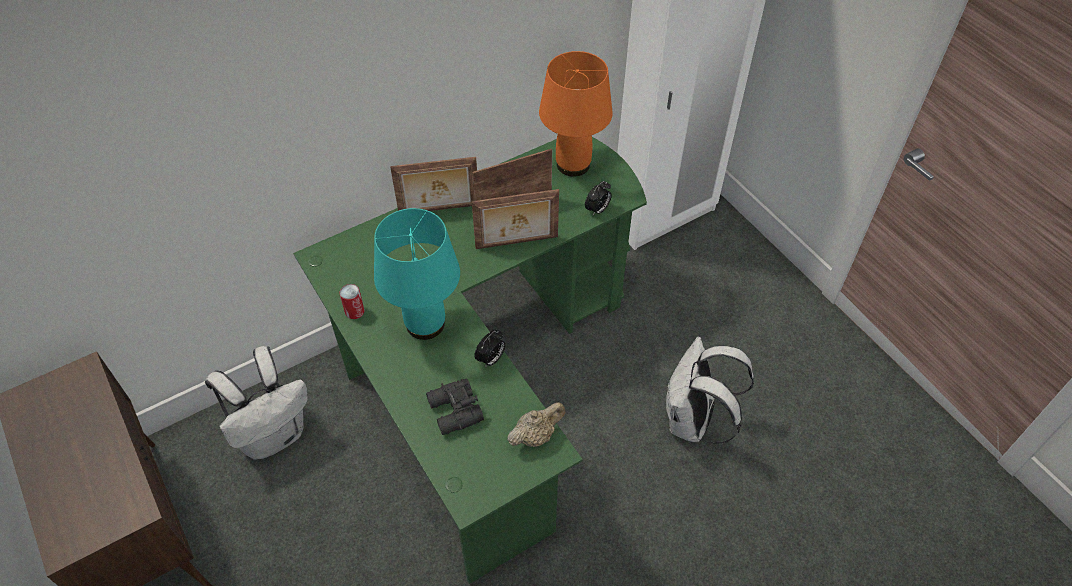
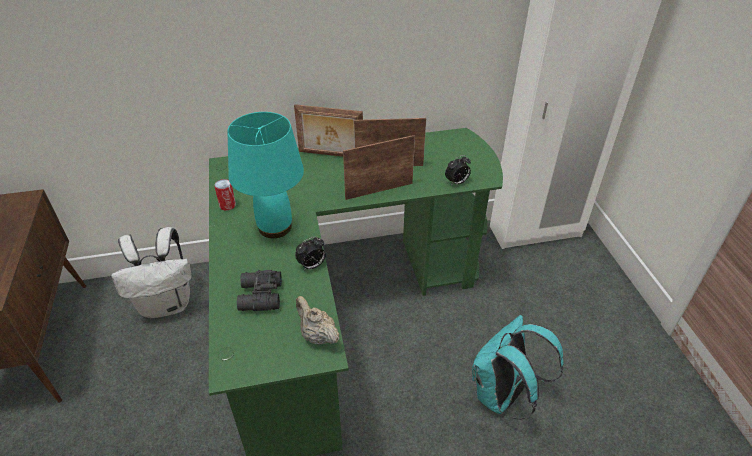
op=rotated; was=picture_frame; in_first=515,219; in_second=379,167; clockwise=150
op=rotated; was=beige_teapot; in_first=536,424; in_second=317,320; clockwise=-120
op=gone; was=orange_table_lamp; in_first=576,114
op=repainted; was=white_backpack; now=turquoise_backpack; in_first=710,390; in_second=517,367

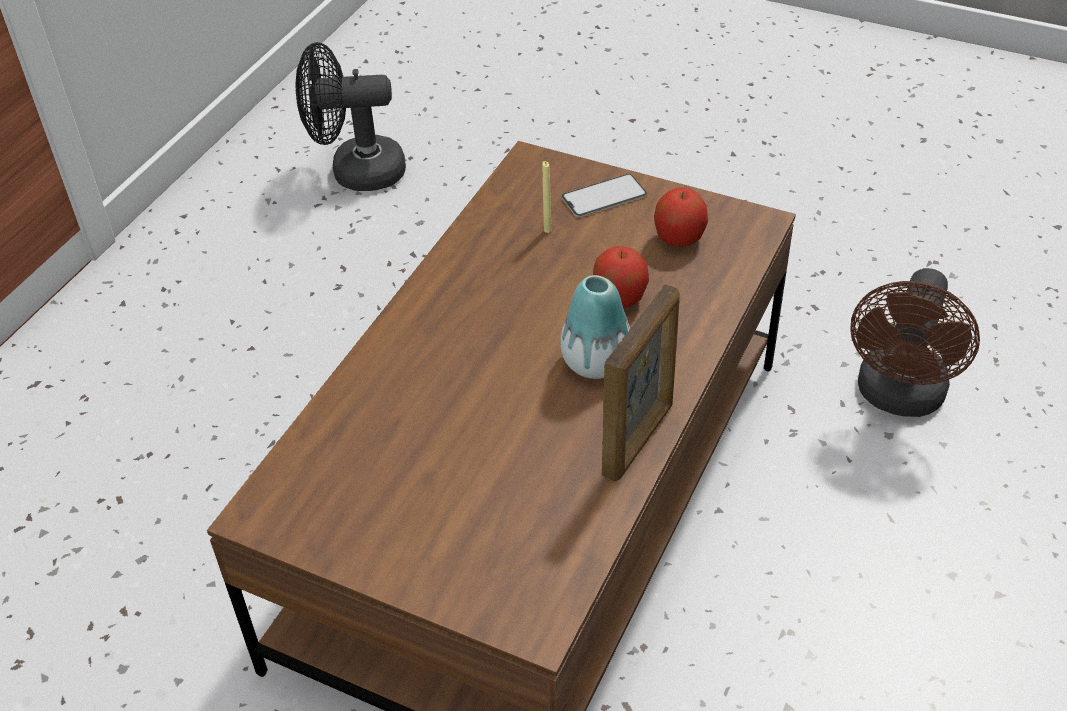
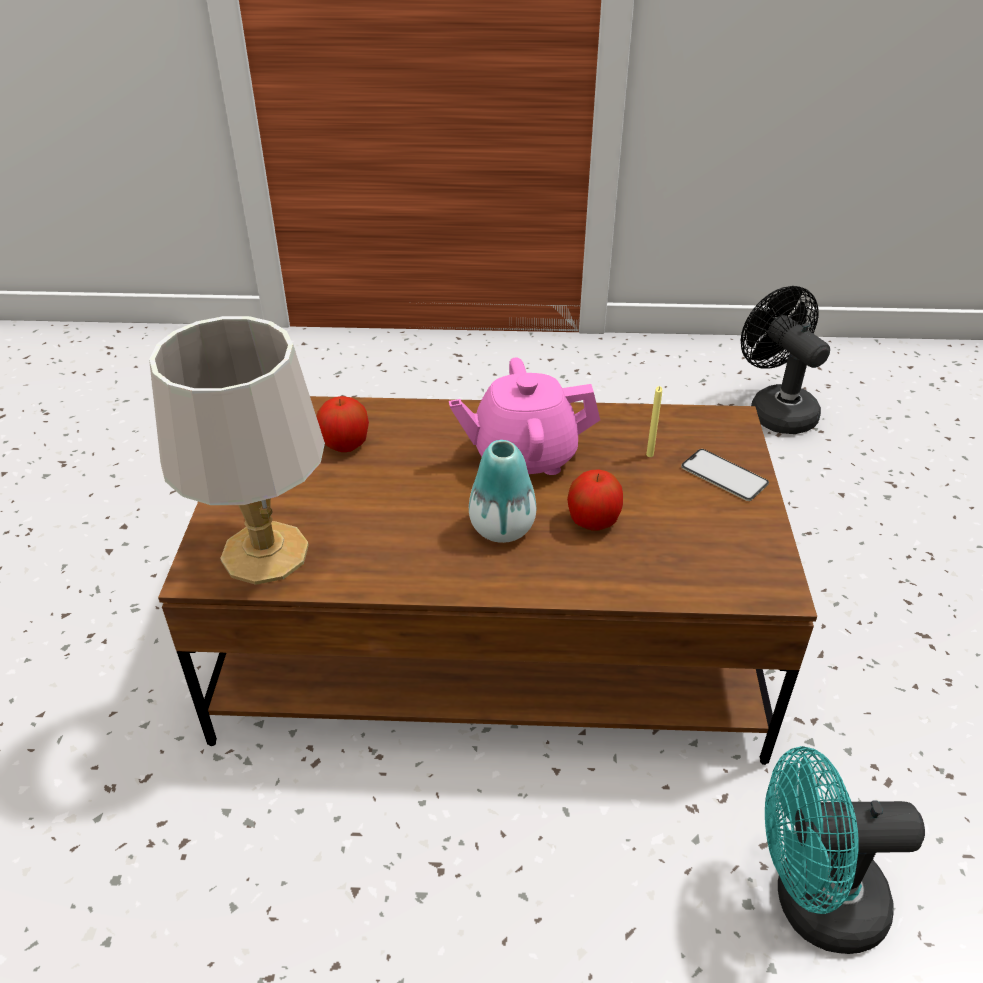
op=gone; was=picture_frame; in_first=641,382
op=shifted; was=apple; in_first=681,217; in_second=343,424
op=repainted; was=brown_fan; now=turquoise_fan; in_first=915,342; in_second=845,850
op=new; now=grey_table_lamp; in_second=237,450
op=new; now=pink_teapot; in_second=524,416

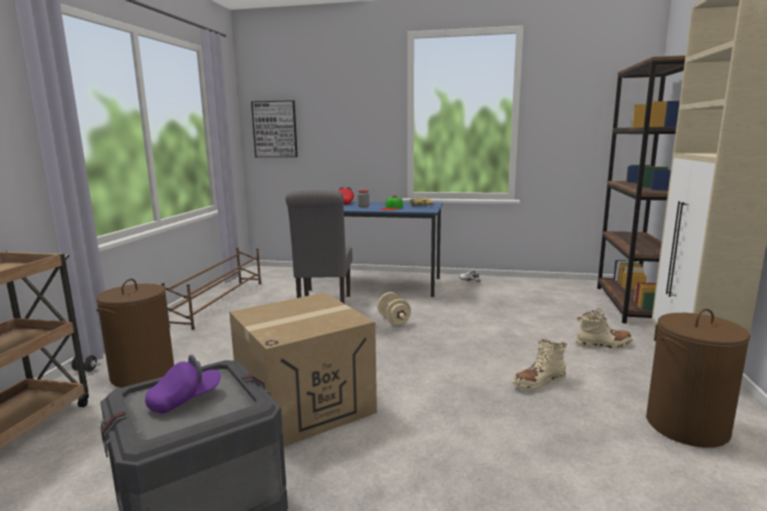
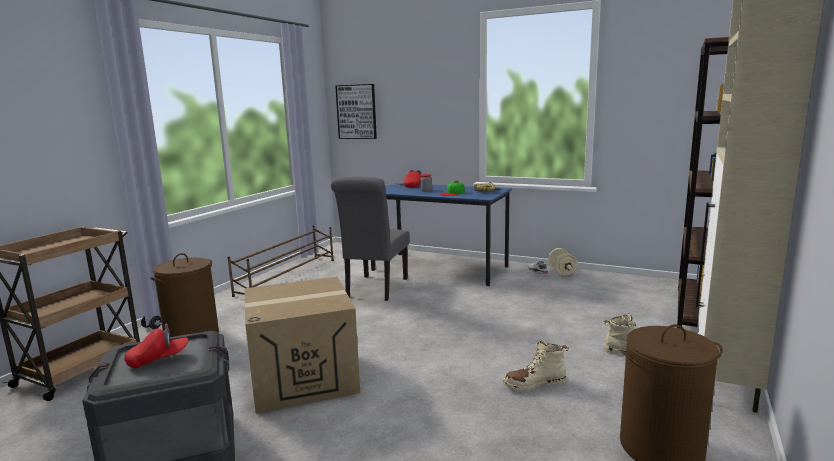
op=repainted; was=purple_cap; now=red_cap; in_first=183,384; in_second=156,346
op=shifted; was=beige_dumbbell; in_first=394,308; in_second=562,262

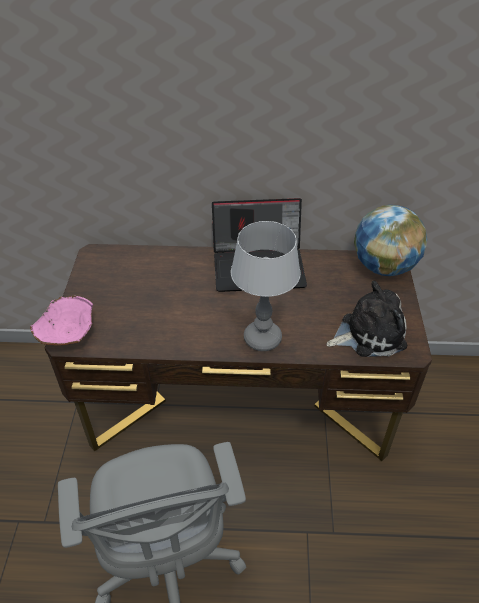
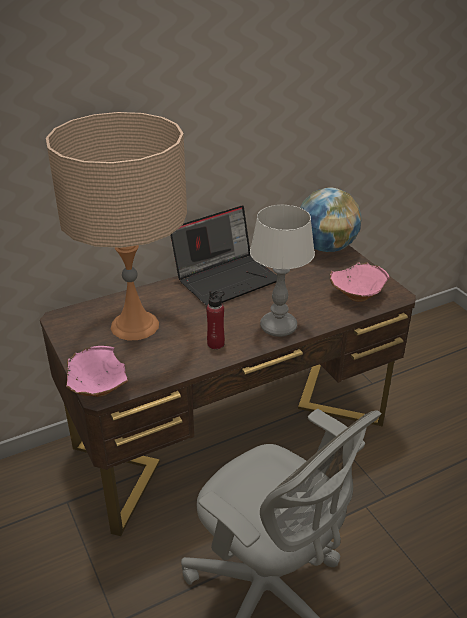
op=swapped; was=plush_toy; now=pink_bowl; in_first=366,319; in_second=360,282
op=new; now=beige_table_lamp; in_second=116,226
op=new; now=red_bottle; in_second=215,320

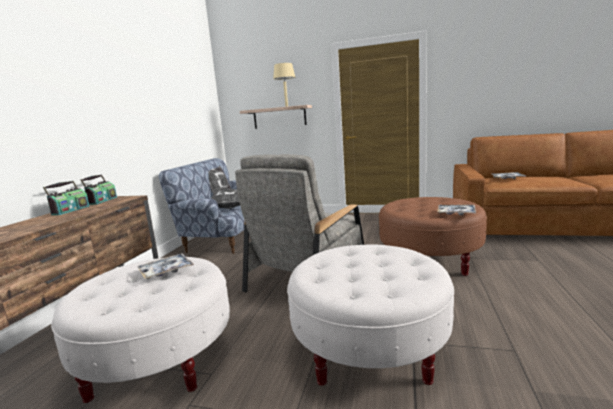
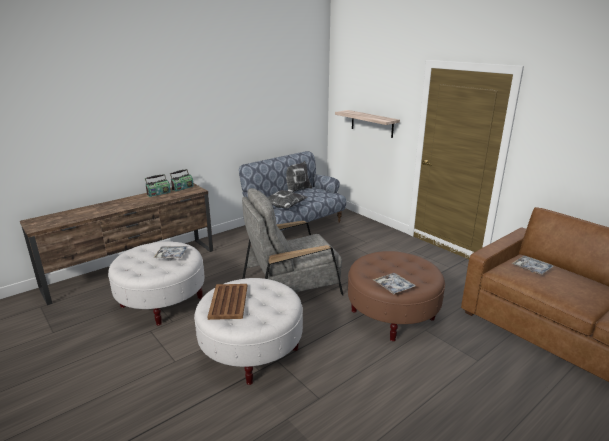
op=gone; was=beige_table_lamp; in_first=284,85
op=new; now=brown_tray; in_second=227,302

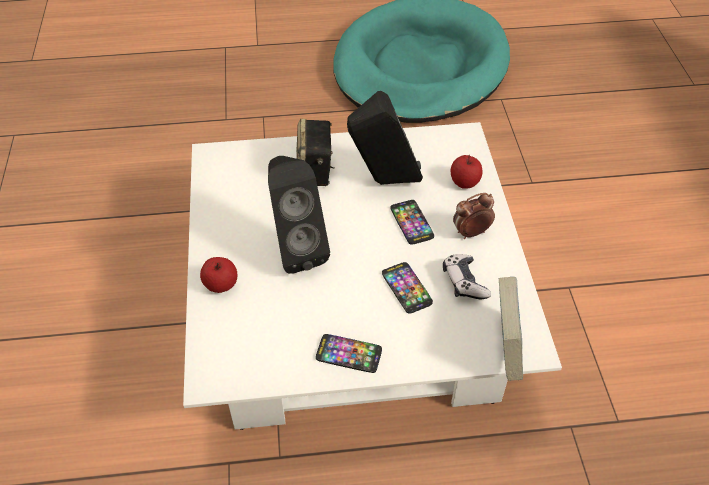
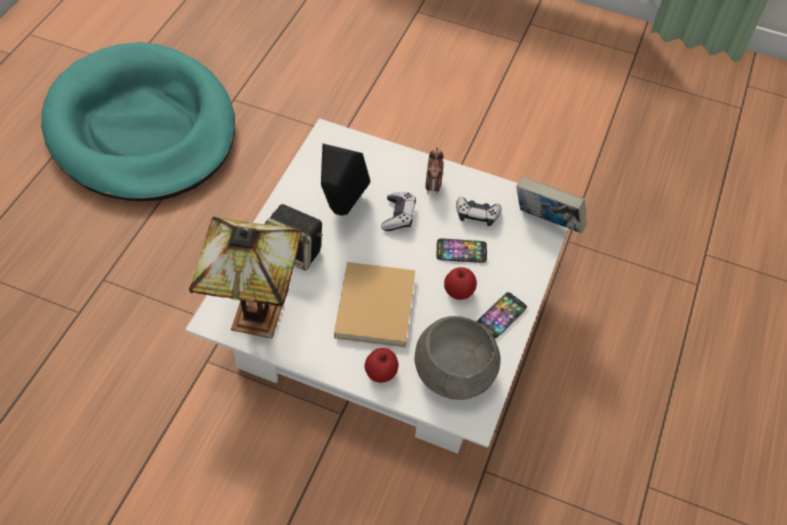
op=swapped; was=black_speaker; now=beige_book; in_first=299,215; in_second=374,304
op=swapped; was=phone; now=game_controller; in_first=412,222; in_second=398,211
op=shifted; was=apple; in_first=467,171; in_second=460,283
op=new; now=table_lamp; in_second=245,277
op=new; now=grey_bowl; in_second=458,358

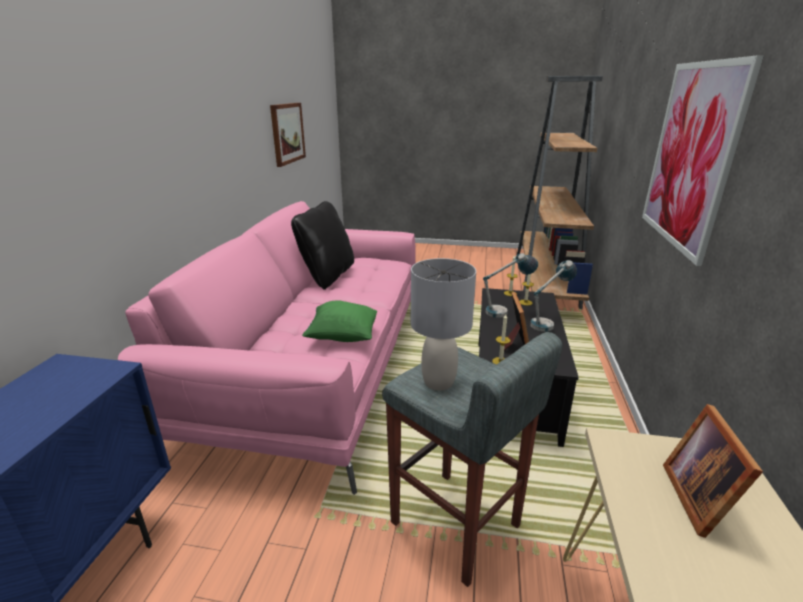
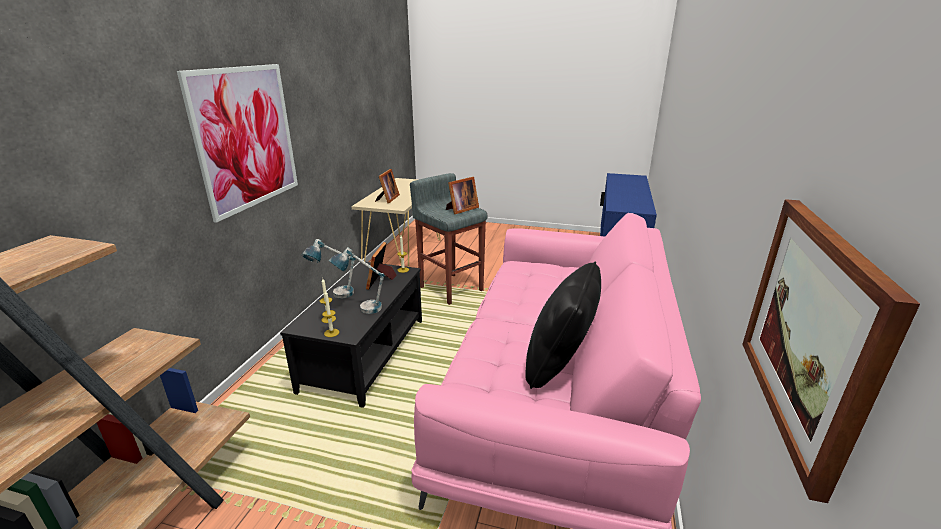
op=gone; was=green_pillow; in_first=339,321
op=swapped; was=grey_table_lamp; now=picture_frame; in_first=443,324; in_second=462,195

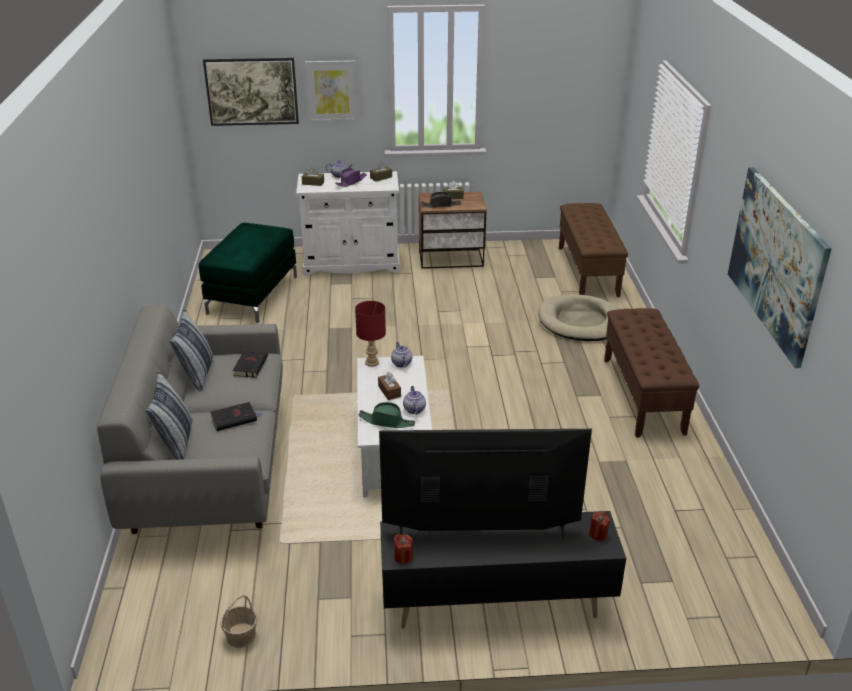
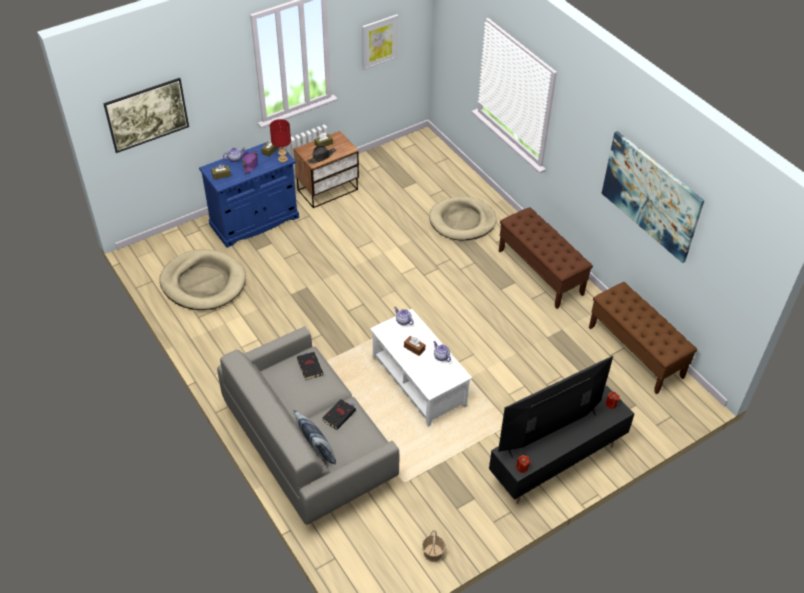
op=gone; was=pillow; in_first=192,350
op=swapped; was=green_ottoman; now=beige_dog_bed; in_first=248,273; in_second=202,279
op=repainted; was=white_cabinet; now=blue_cabinet; in_first=348,223; in_second=249,195
op=shifted; was=picture; in_first=331,91; in_second=380,42
op=shifted; was=red_table_lamp; in_first=370,334; in_second=280,141
op=gone; was=green_hat; in_first=386,415
op=shifted; was=brown_bench; in_first=593,250; in_second=643,338

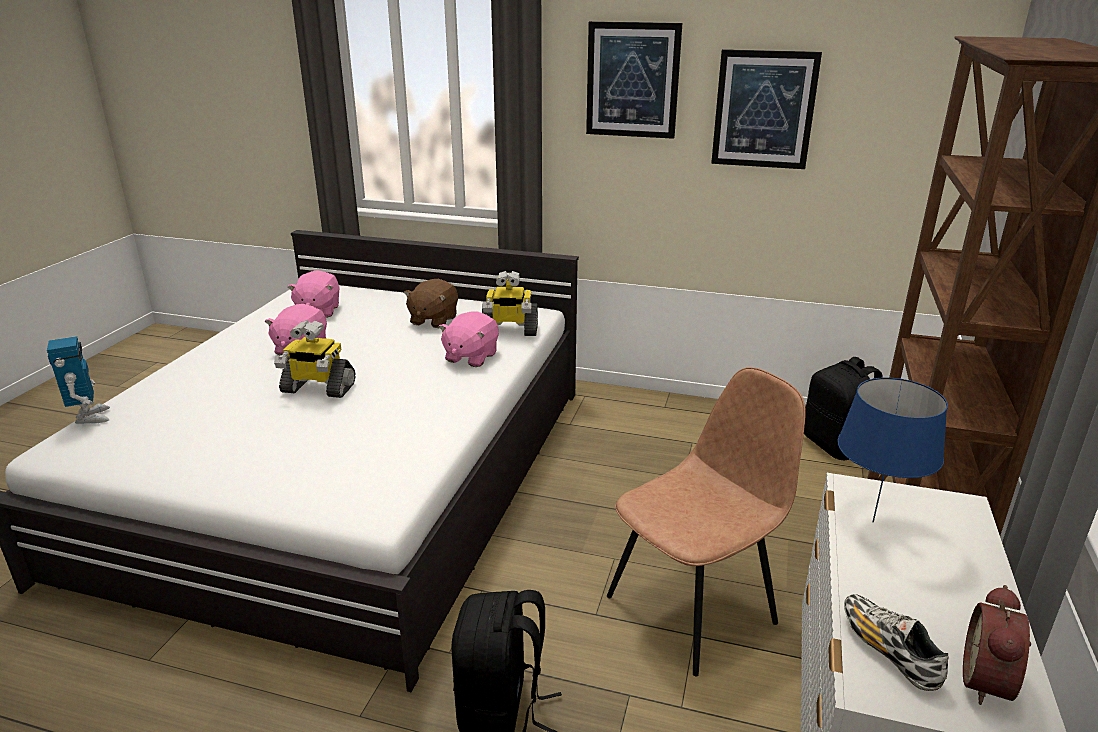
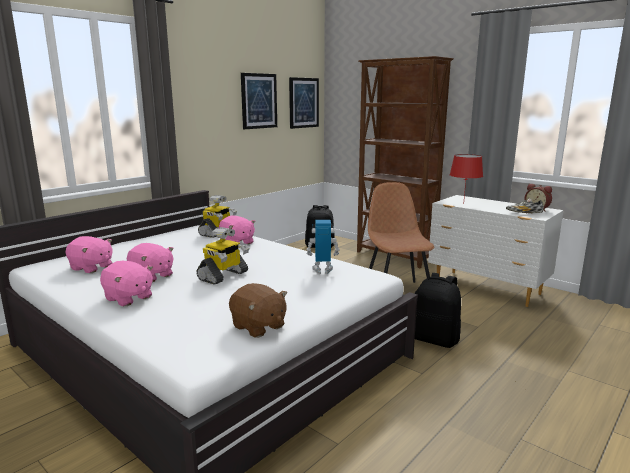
op=shifted; was=toy_robot; in_first=78,380; in_second=323,247
op=shifted; was=brown_plush_toy; in_first=430,303; in_second=258,310
op=shifted; was=picture; in_first=634,80; in_second=304,103
op=repainted; was=blue_table_lamp; now=red_table_lamp; in_first=893,450; in_second=466,176
op=new; now=pink_plush_toy; in_second=126,283

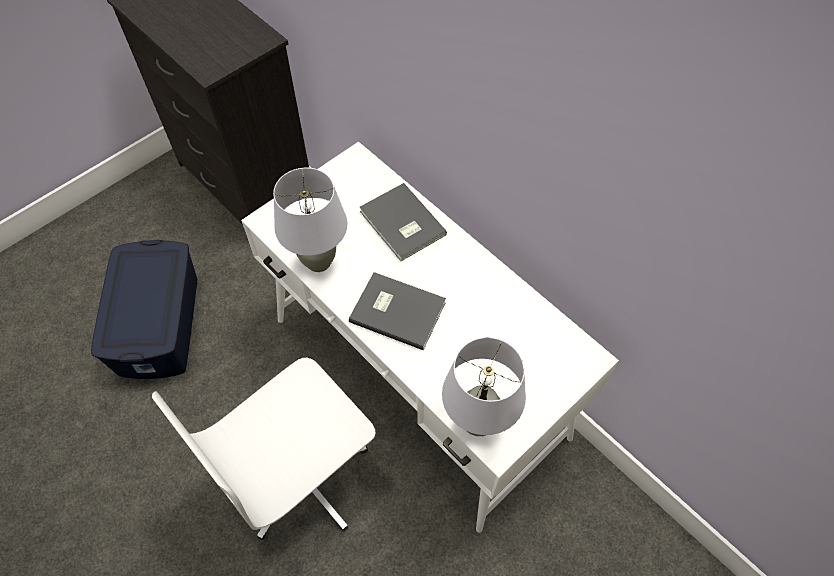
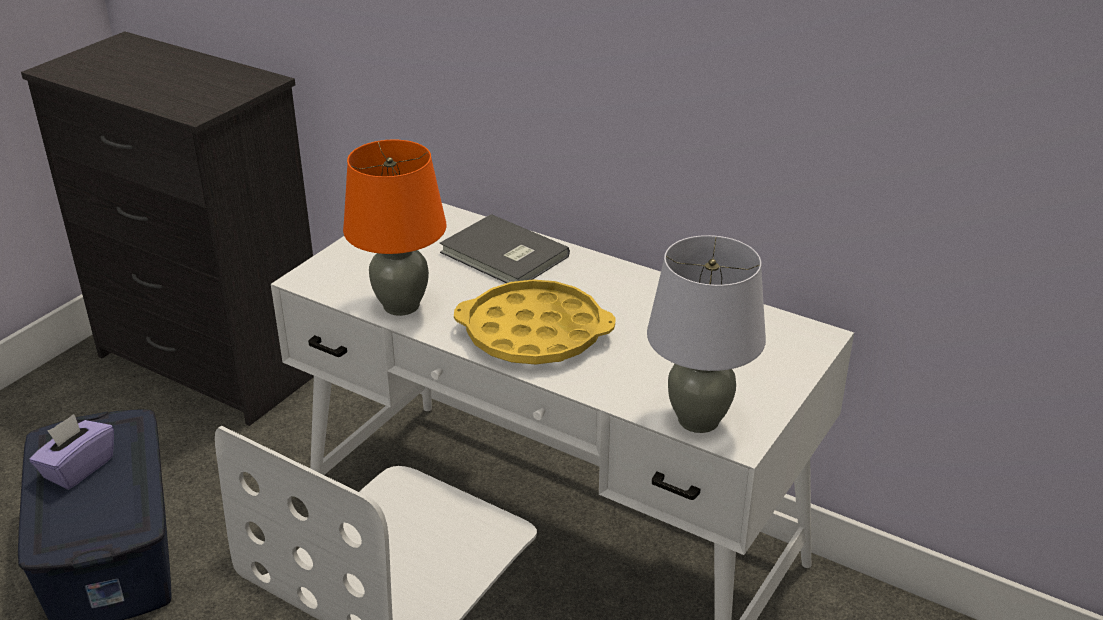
op=repainted; was=grey_table_lamp; now=orange_table_lamp; in_first=310,220; in_second=395,228
op=swapped; was=grey_book; now=yellow_tray; in_first=397,311; in_second=534,321
op=new; now=purple_tissue_box; in_second=71,452

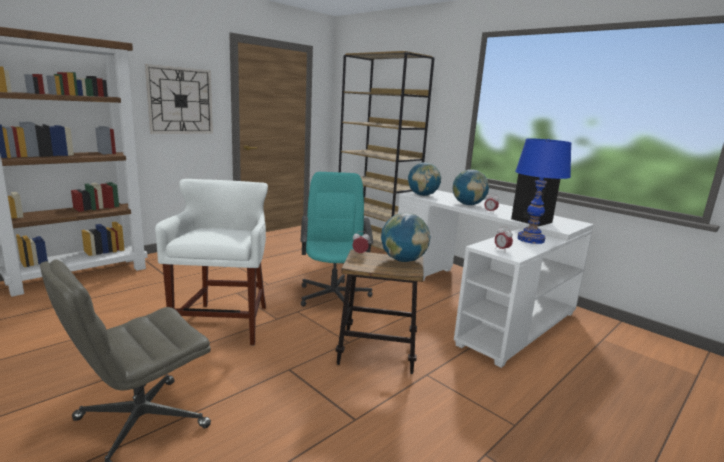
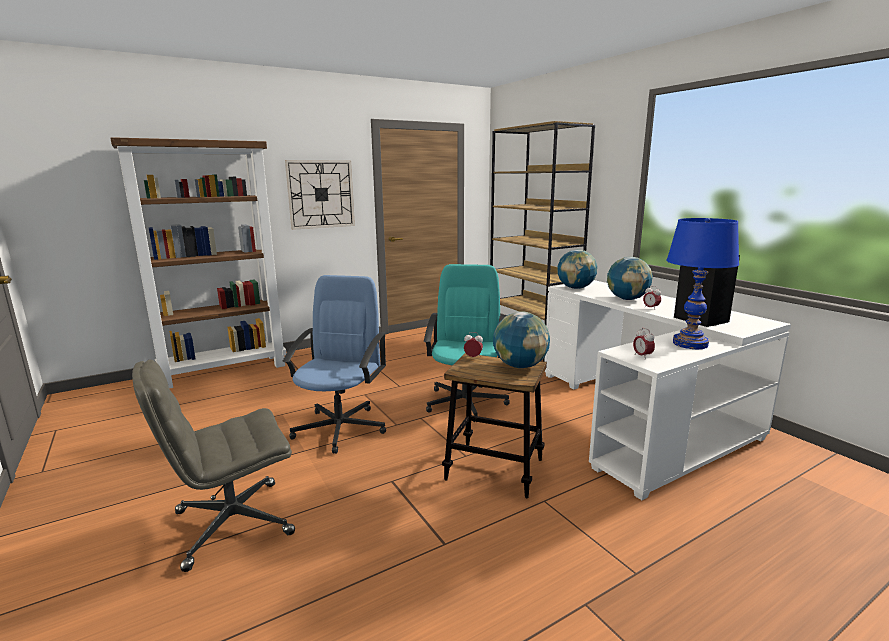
op=swapped; was=white_stool; now=blue_office_chair; in_first=211,262; in_second=334,364

